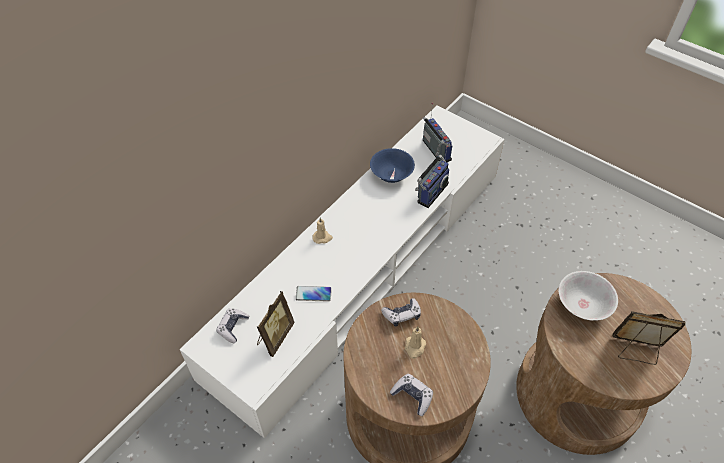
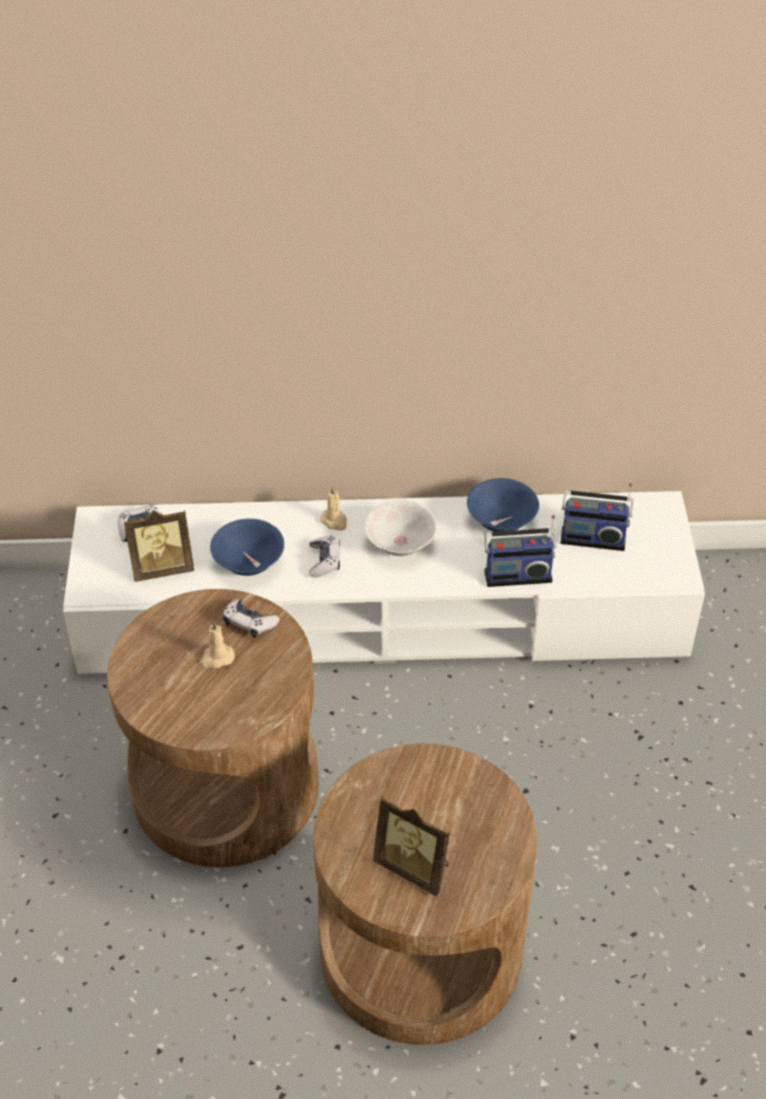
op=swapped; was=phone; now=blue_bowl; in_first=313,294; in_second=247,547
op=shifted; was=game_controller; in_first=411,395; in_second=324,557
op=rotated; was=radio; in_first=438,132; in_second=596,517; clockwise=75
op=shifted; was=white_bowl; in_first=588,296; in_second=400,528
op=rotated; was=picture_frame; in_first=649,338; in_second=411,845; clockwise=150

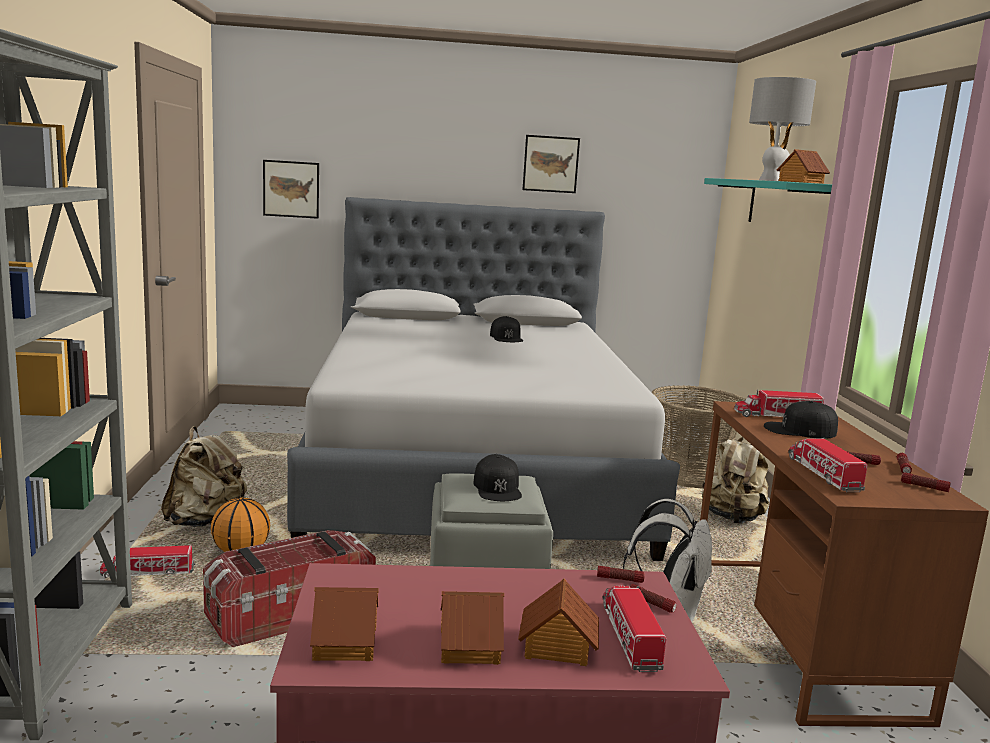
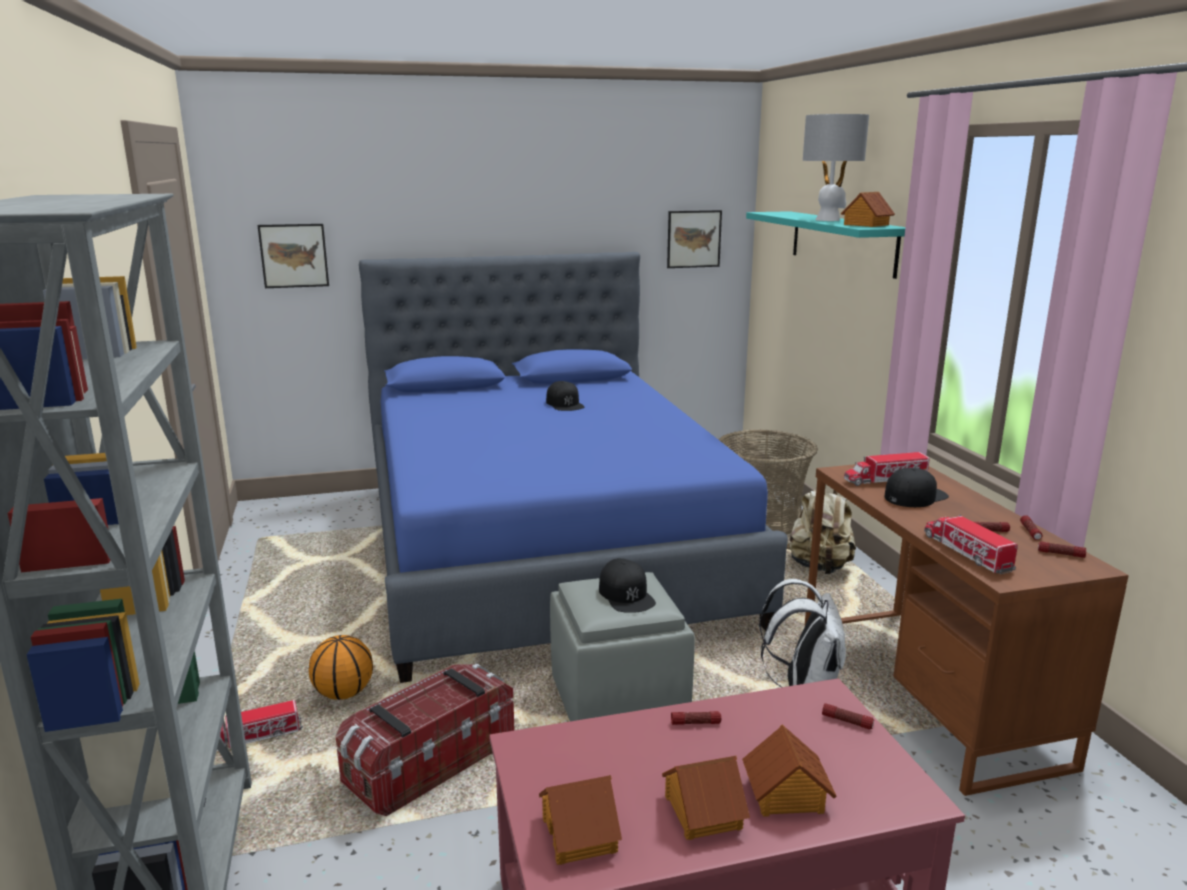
op=gone; was=beige_backpack; in_first=204,476
op=repainted; was=grey_bed; now=blue_bed; in_first=483,379; in_second=573,467
op=shifted; was=picture; in_first=551,164; in_second=694,239
op=shifted; was=flashlight; in_first=621,574; in_second=696,718
op=gone; was=toy_truck; in_first=634,628
op=rotated; was=black_cap; in_first=801,420; in_second=916,487; clockwise=150

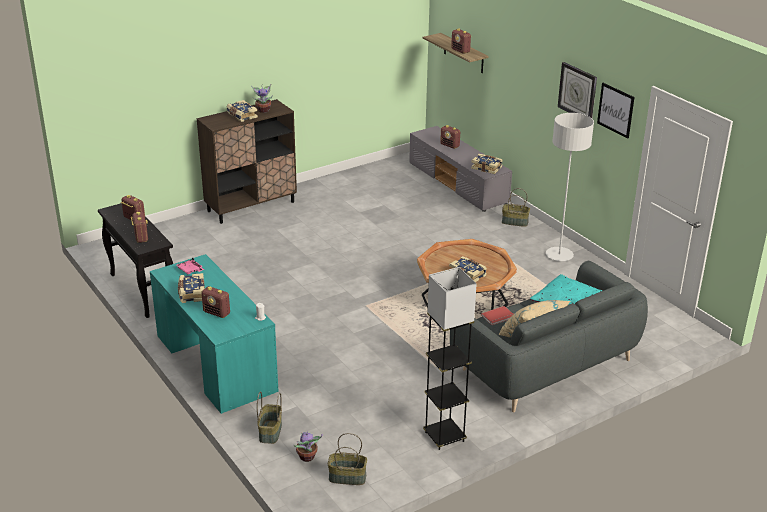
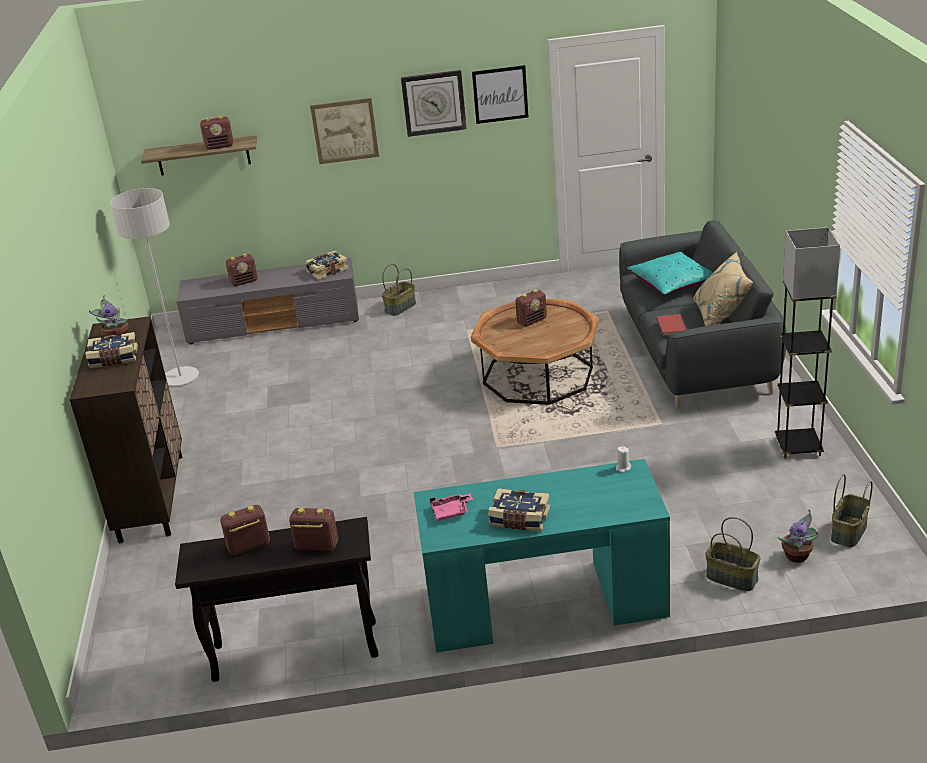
op=shifted; was=radio; in_first=215,302; in_second=531,308
op=gone; was=book; in_first=468,269
op=shifted; was=grey_floor_lamp; in_first=570,187; in_second=154,287
op=new; now=picture; in_second=344,131

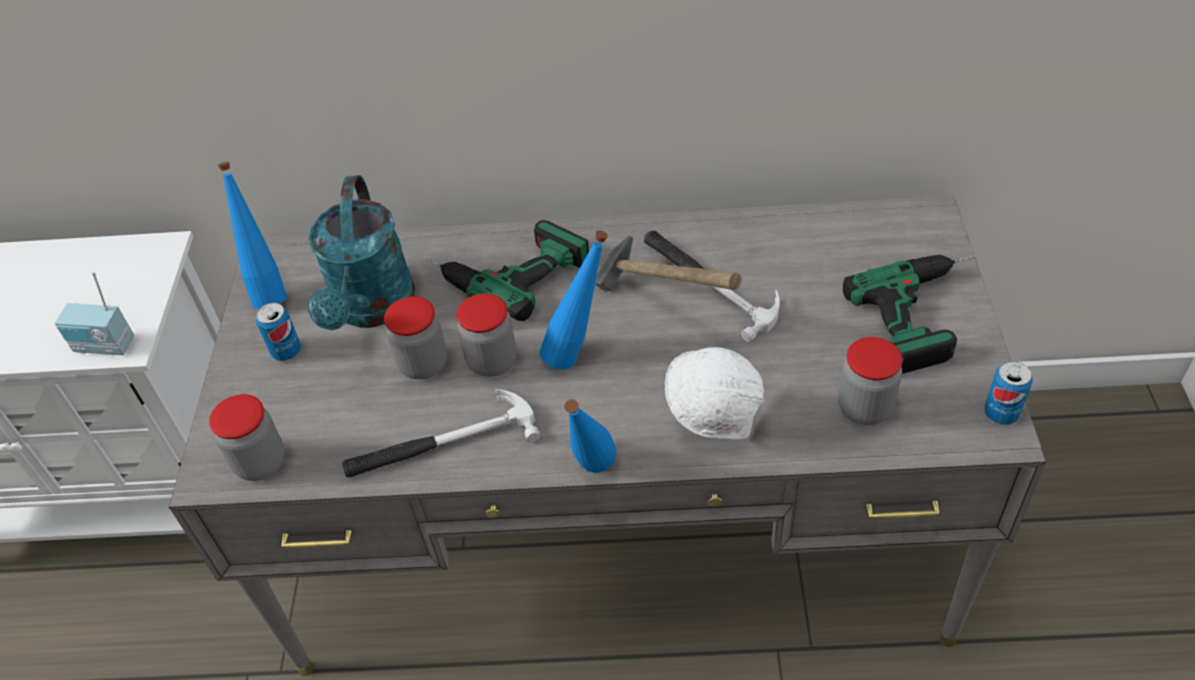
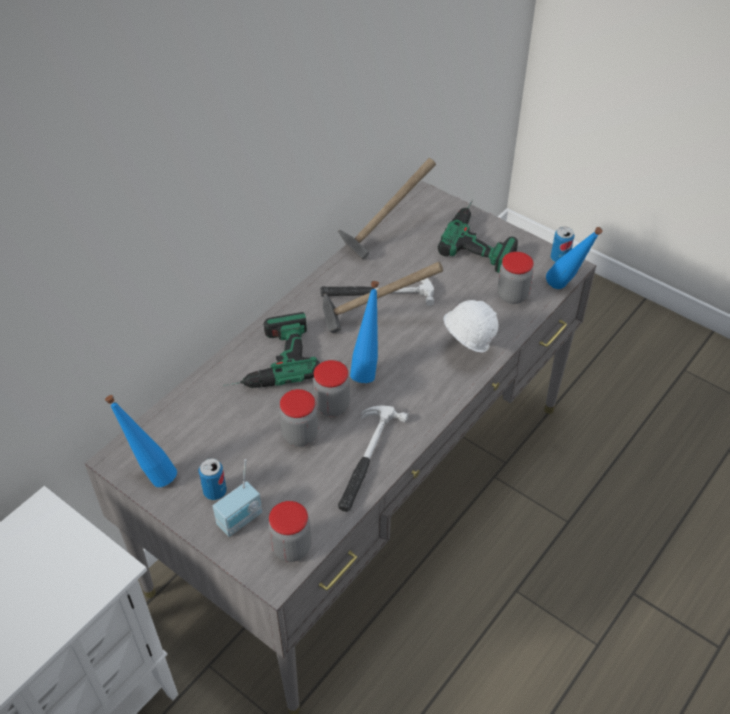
op=shifted; was=radio; in_first=94,313; in_second=237,498
op=gone; was=turquoise_watering_can; in_first=361,252
op=shifted; was=blue_bottle; in_first=590,436; in_second=574,258
op=new; now=hammer; in_second=387,209

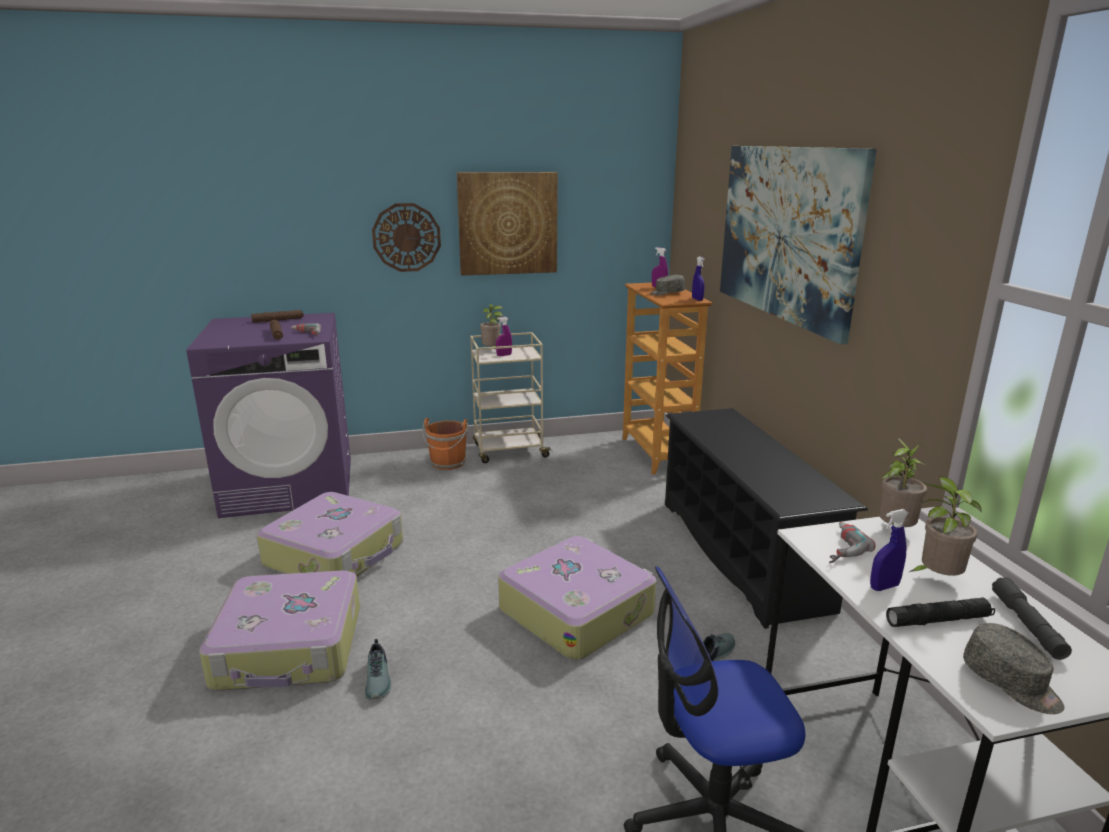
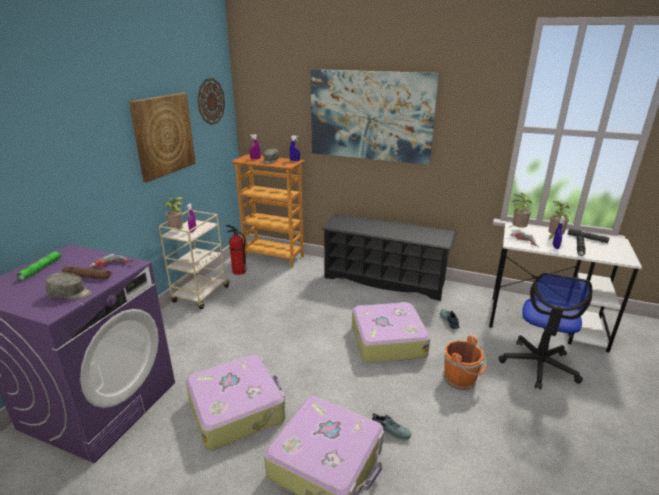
op=repainted; was=brown_flashlight; now=green_flashlight; in_first=277,316; in_second=39,265
op=shifted; was=wall_clock; in_first=406,237; in_second=211,101
op=shifted; was=orange_bucket; in_first=445,444; in_second=465,362
op=shifted; was=grey_cap; in_first=1014,668; in_second=69,285
op=new; now=fire_extinguisher; in_second=236,250

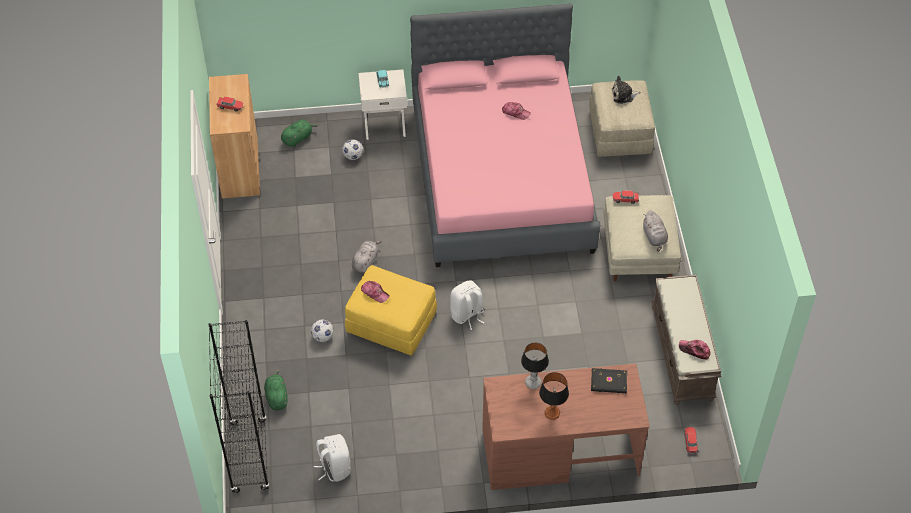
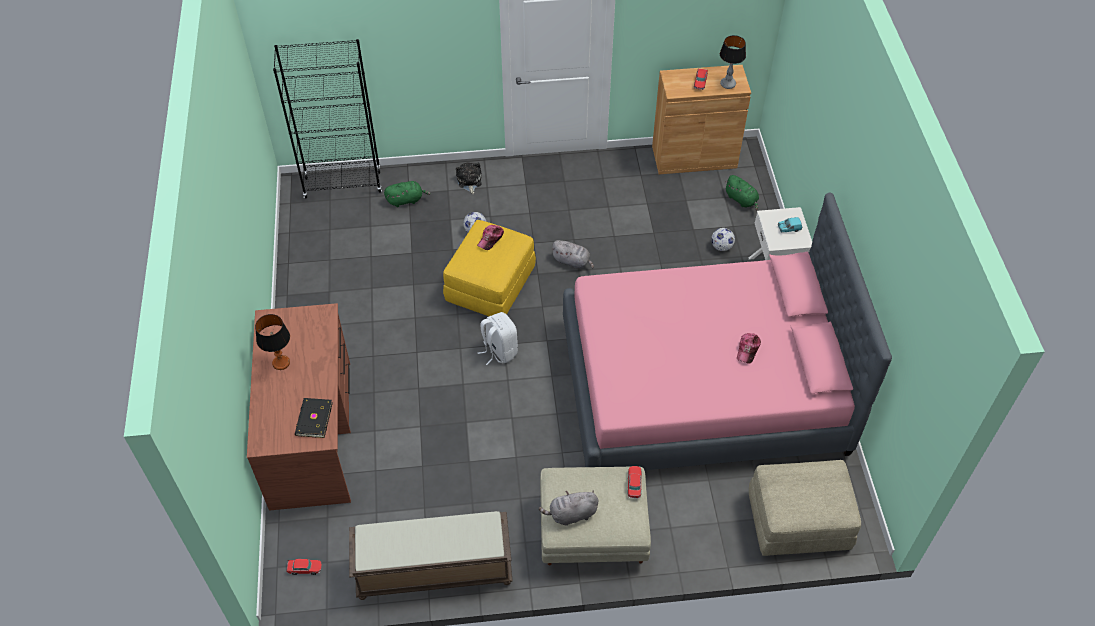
op=gone; was=white_backpack; in_first=332,458
op=shifted; was=table_lamp; in_first=535,365; in_second=733,62
op=shifted; was=plush_toy; in_first=626,90; in_second=469,178
op=gone; was=cap; in_first=695,349

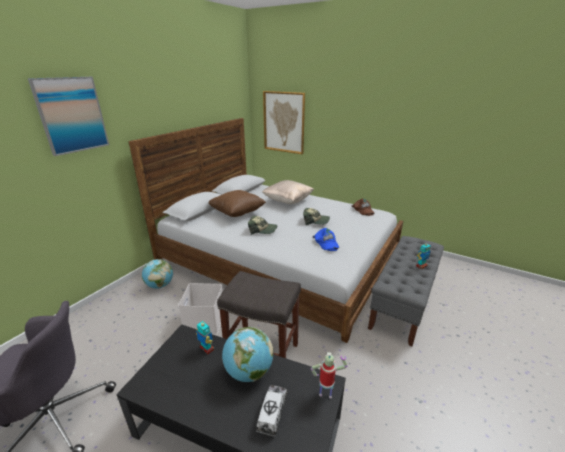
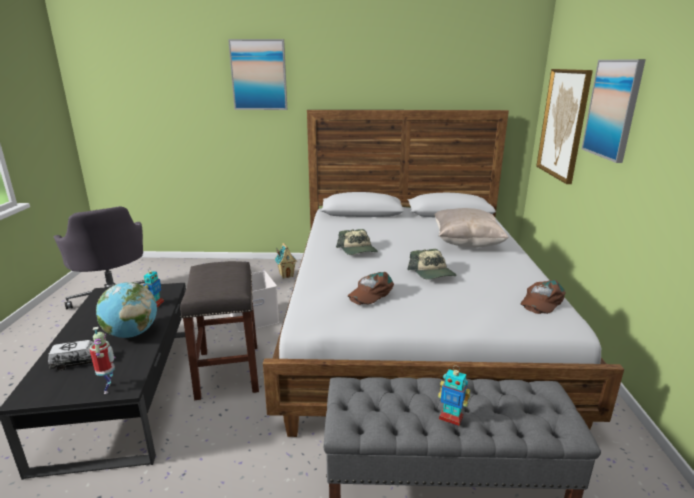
op=swapped; was=globe; now=toy_house; in_first=157,274; in_second=285,261
op=gone; was=brown_pillow; in_first=237,203
op=repainted; was=blue_cap; now=brown_cap; in_first=326,239; in_second=371,288
op=new; now=picture; in_second=614,111

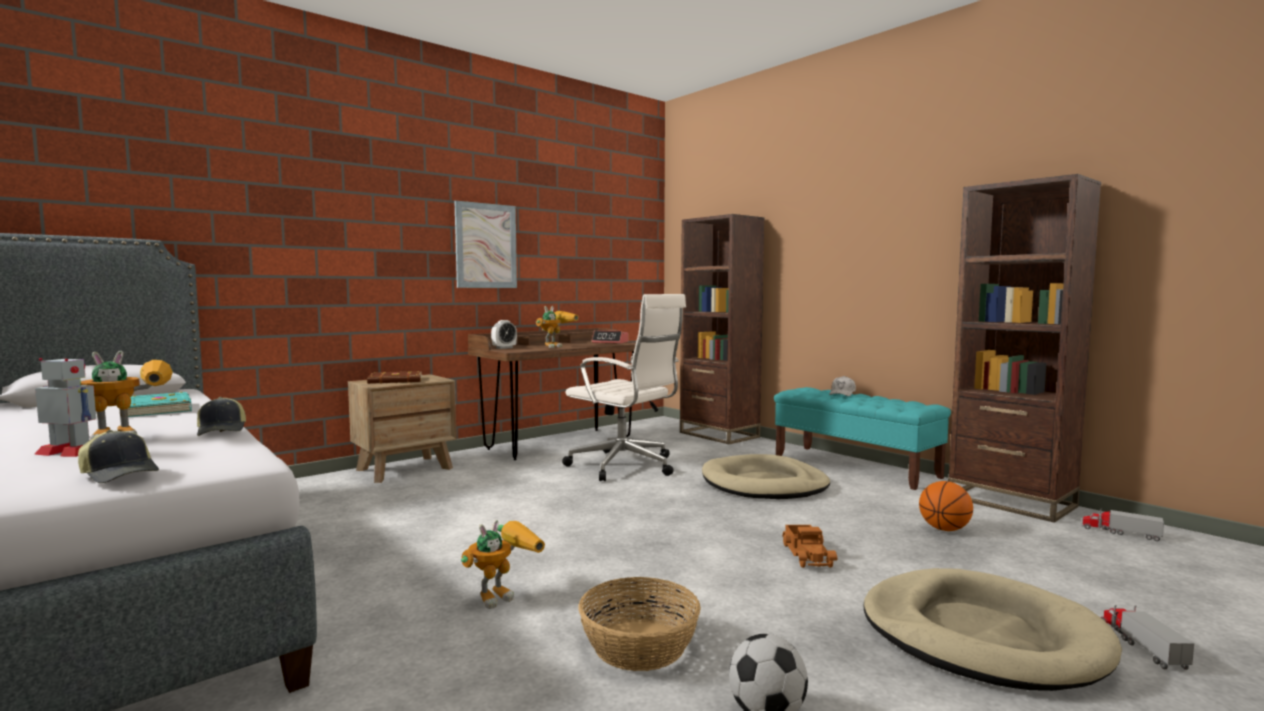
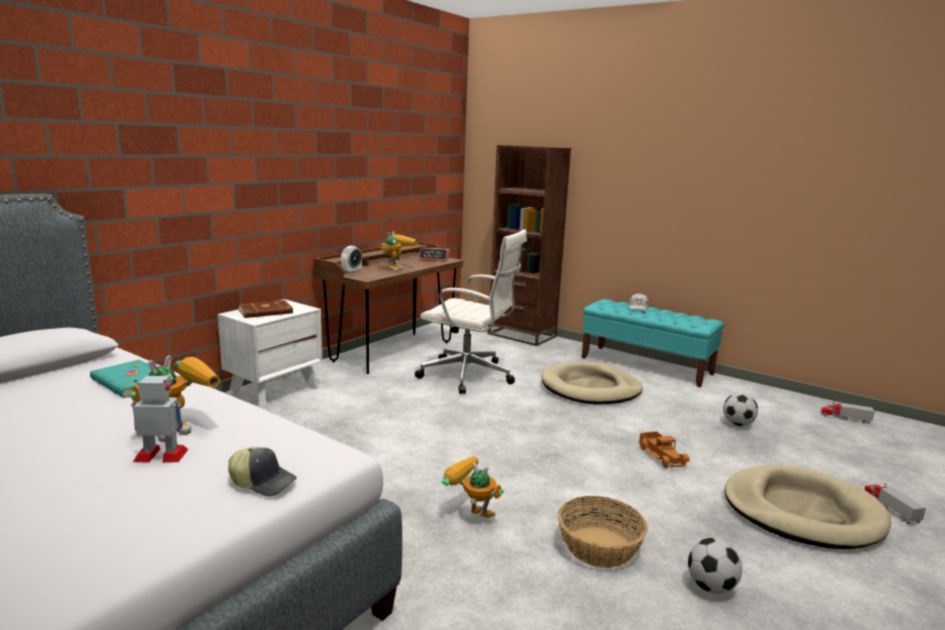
op=gone; was=cap; in_first=221,416
op=repainted; was=brown_nightstand; now=white_nightstand; in_first=402,428; in_second=270,354
op=gone; was=picture; in_first=485,244
op=rotated; was=toy_robot; in_first=503,564; in_second=472,487; clockwise=-90
op=swapped; was=basketball; now=football; in_first=946,506; in_second=740,409
op=gone; was=brown_bookcase; in_first=1024,348

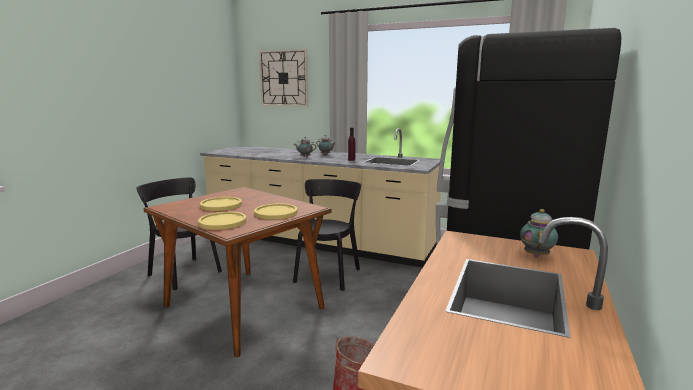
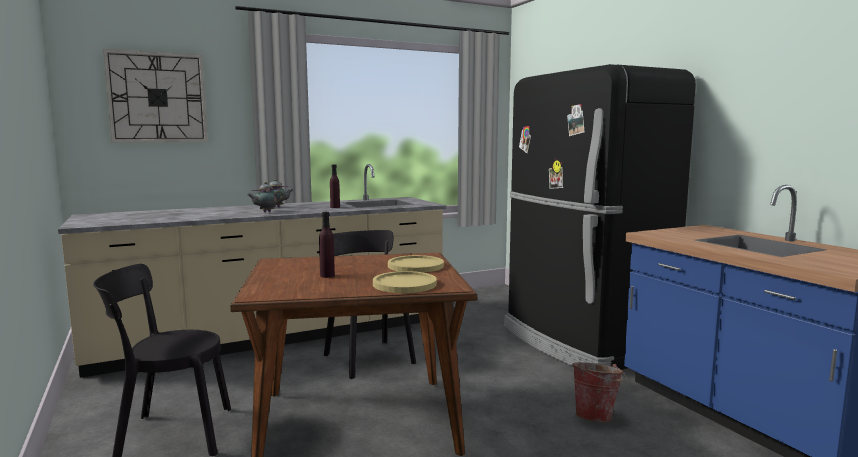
op=swapped; was=yellow_plate; now=purple_bottle; in_first=221,204; in_second=327,245
op=gone; was=teapot; in_first=539,233

